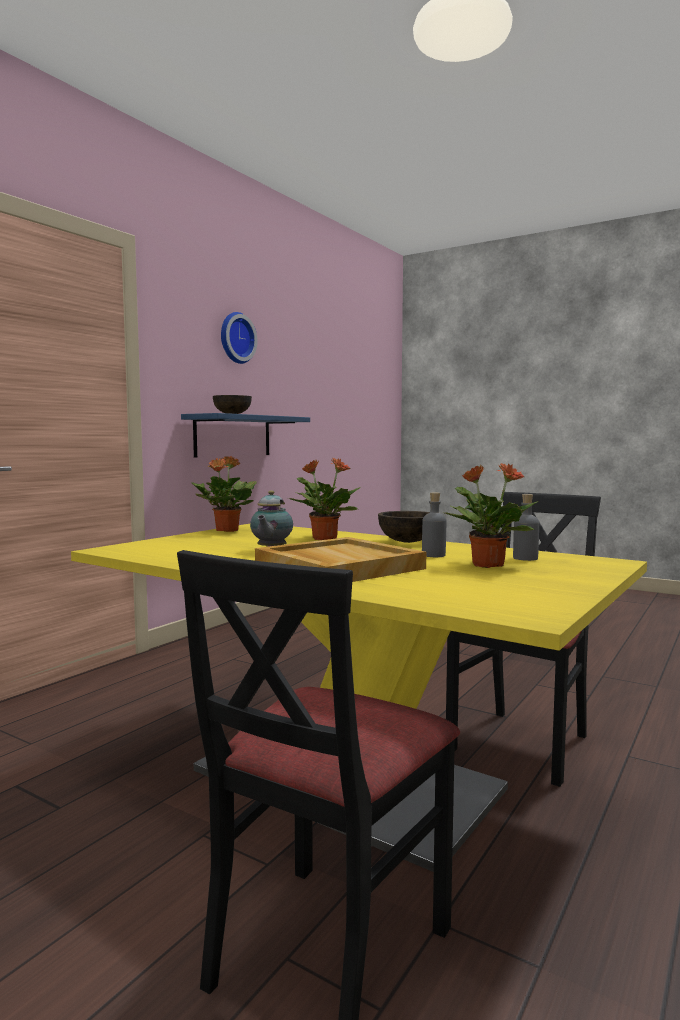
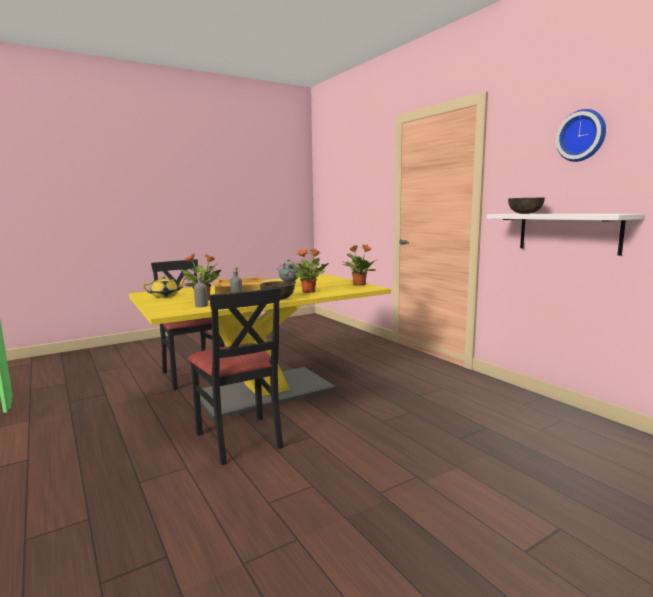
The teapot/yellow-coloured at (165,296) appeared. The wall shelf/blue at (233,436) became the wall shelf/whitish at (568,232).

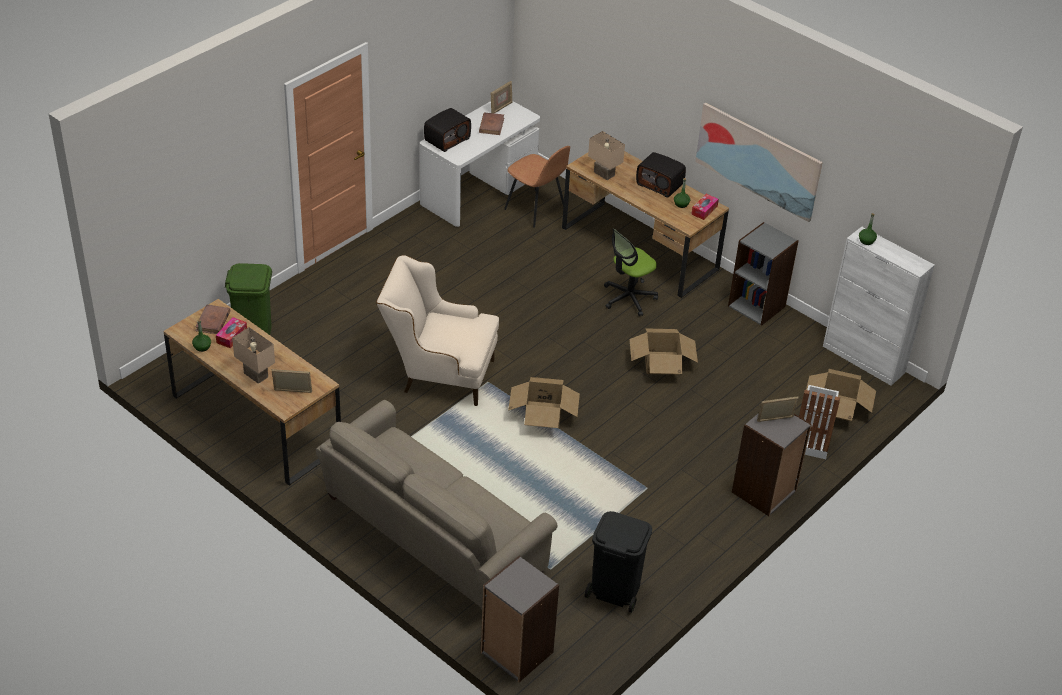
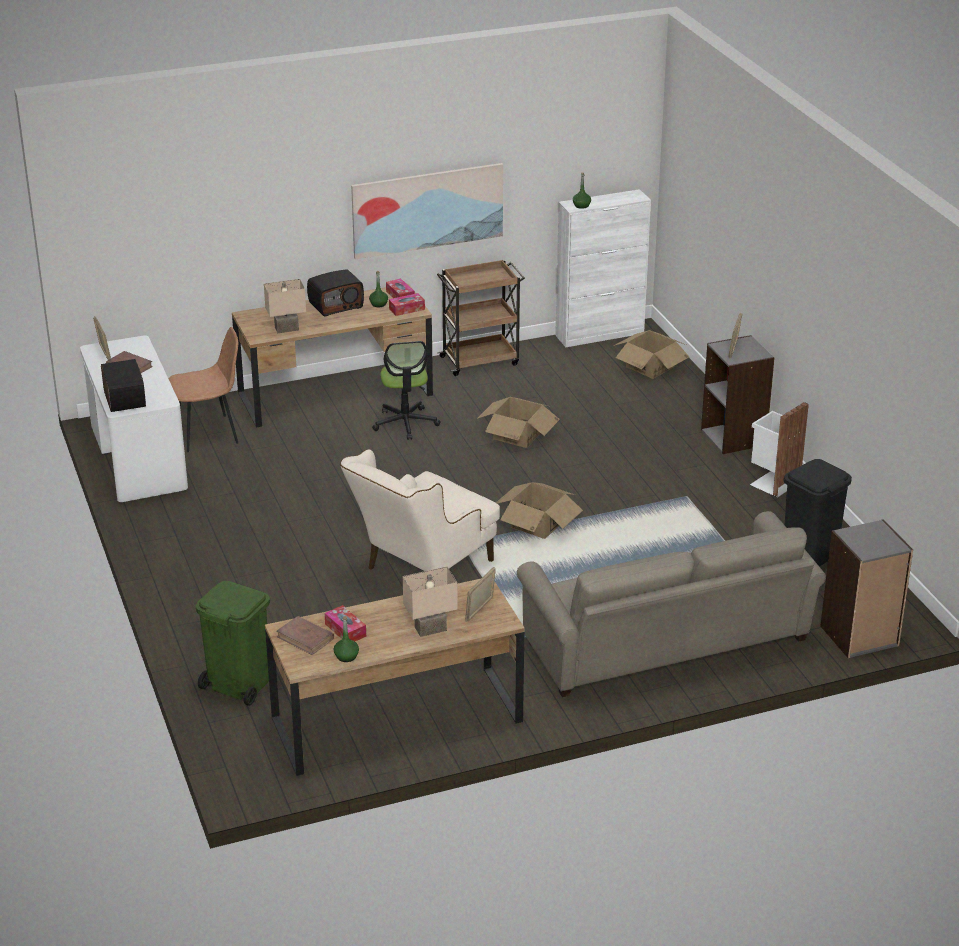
The tissue box at (407,309) appeared. The waste bin/whitish moved from (810,443) to (773,482). The bookcase/gray at (757,306) was replaced by the cart/brown-coloured at (480,360).

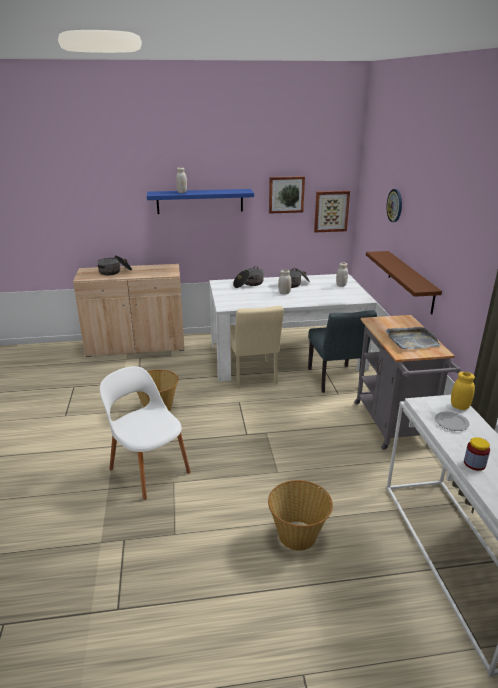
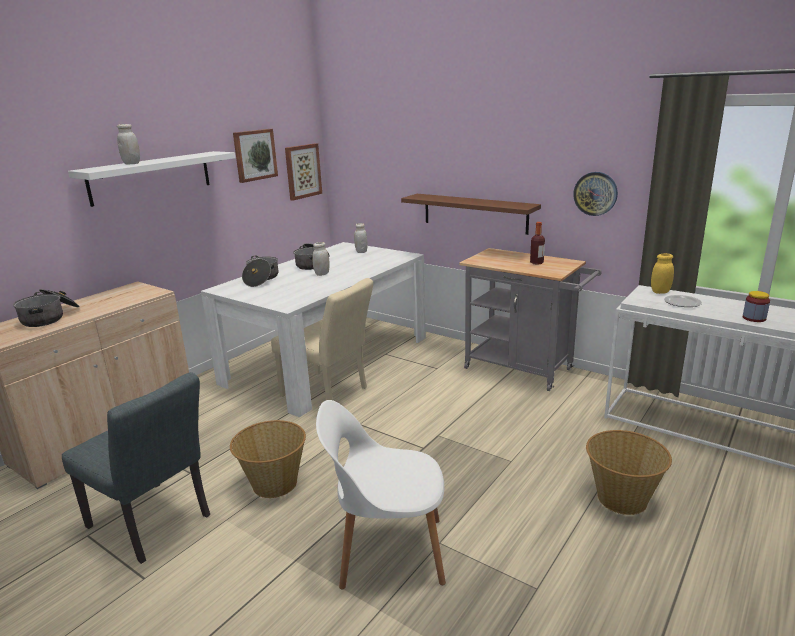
The upright chair/gray moved from (336,381) to (155,524). The clock on the wall moved from (395,205) to (595,193). The tray/gray at (411,340) was replaced by the drink bottle at (536,263). The wall shelf/blue at (200,201) became the wall shelf/whitish at (151,177).

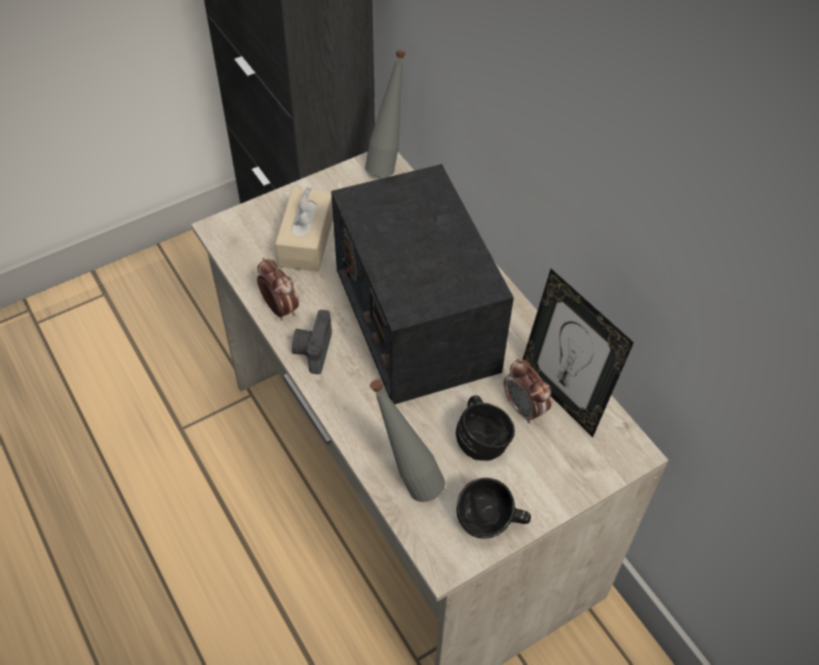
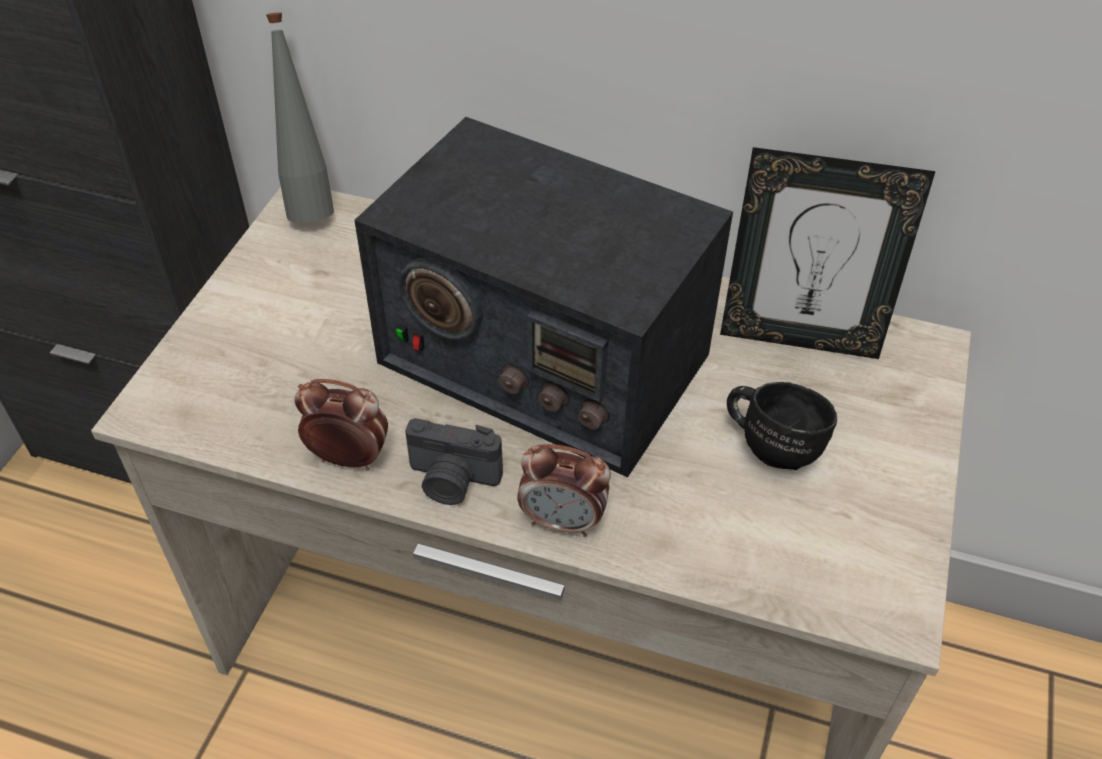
The tissue box/beige at (306,241) disappeared. The drink bottle/gray at (407,480) disappeared. The coffee mug/blackish at (490,525) disappeared. The bedside clock moved from (524,409) to (563,521). The still camera at (312,350) turned 45 degrees counterclockwise.

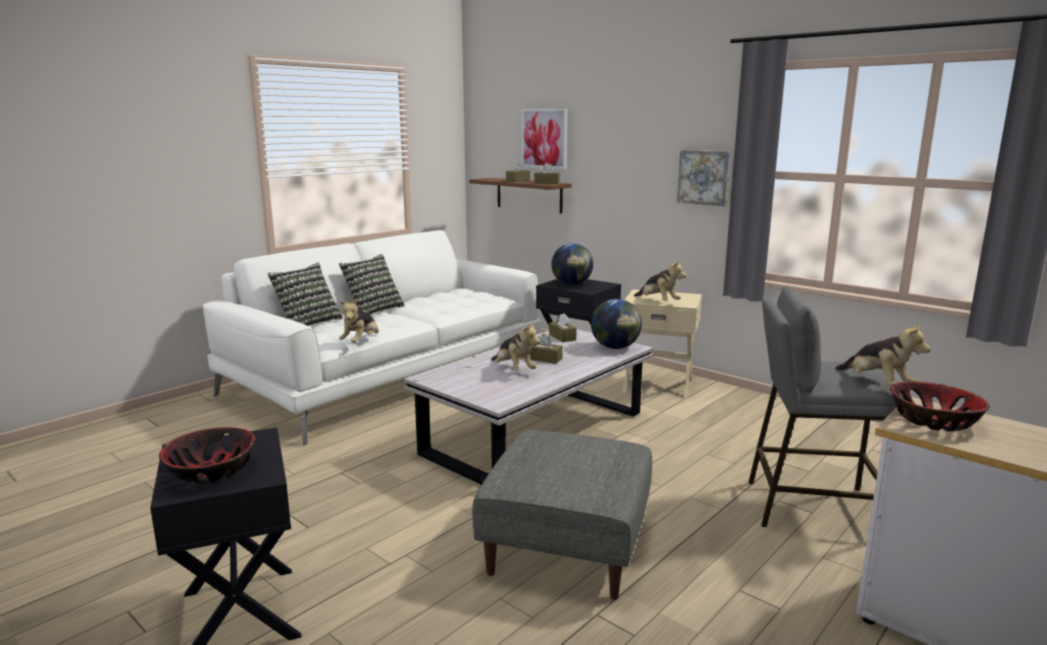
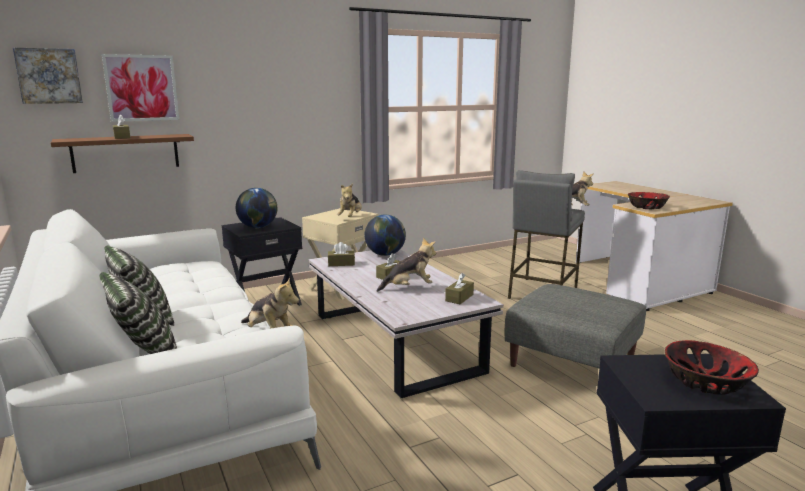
The tissue box/brown-coloured moved from (547,183) to (459,298). The wall art moved from (704,177) to (49,76). The cuddly toy at (658,302) turned 120 degrees clockwise.

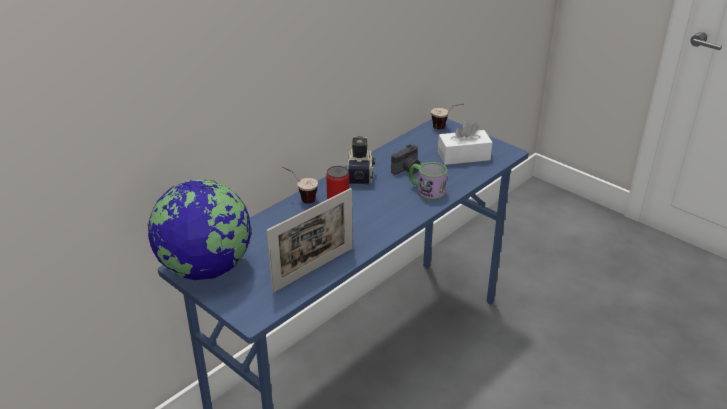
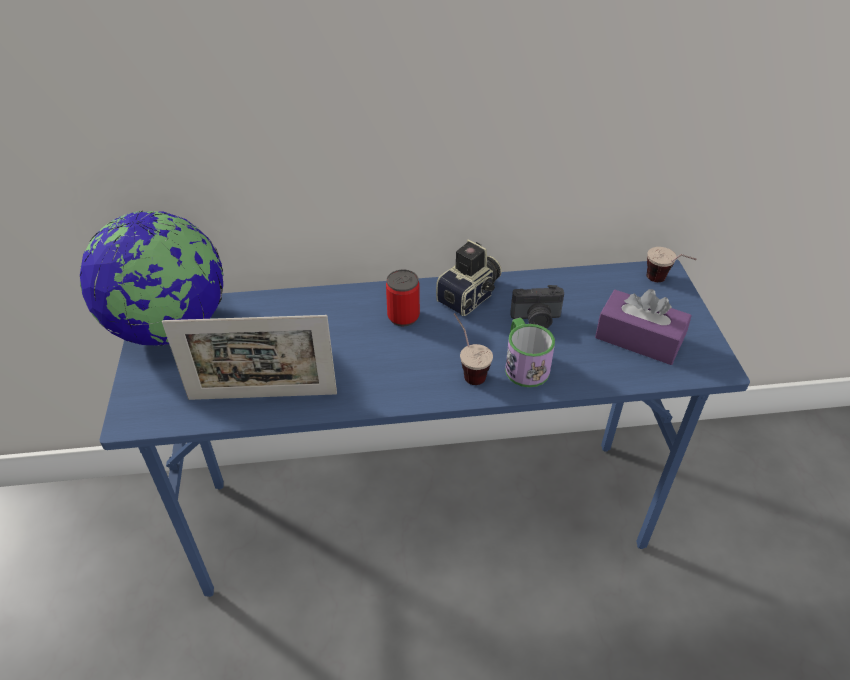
The drinking cup moved from (300,198) to (467,369). The tissue box/whitish at (463,156) became the tissue box/purple-coloured at (638,339).

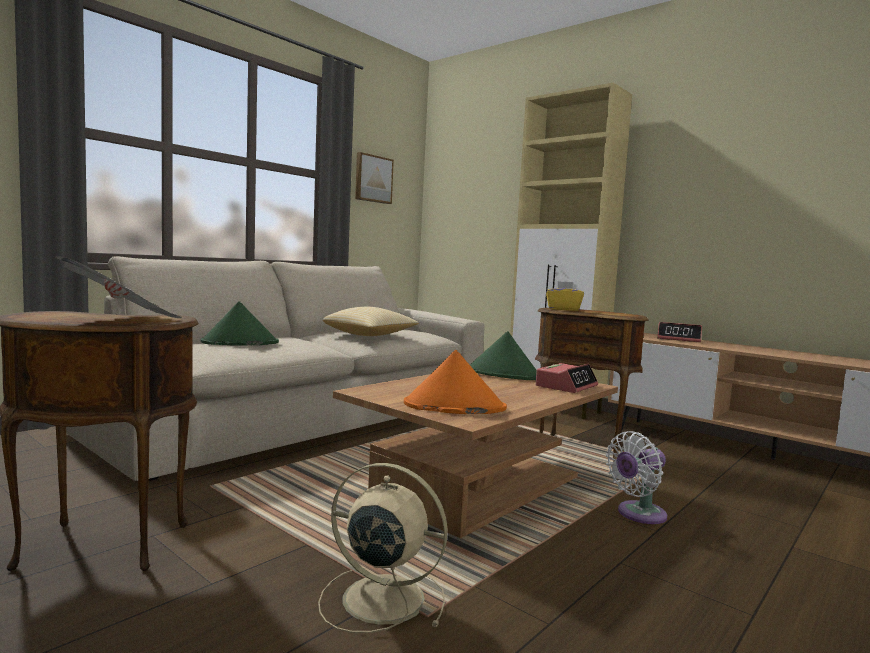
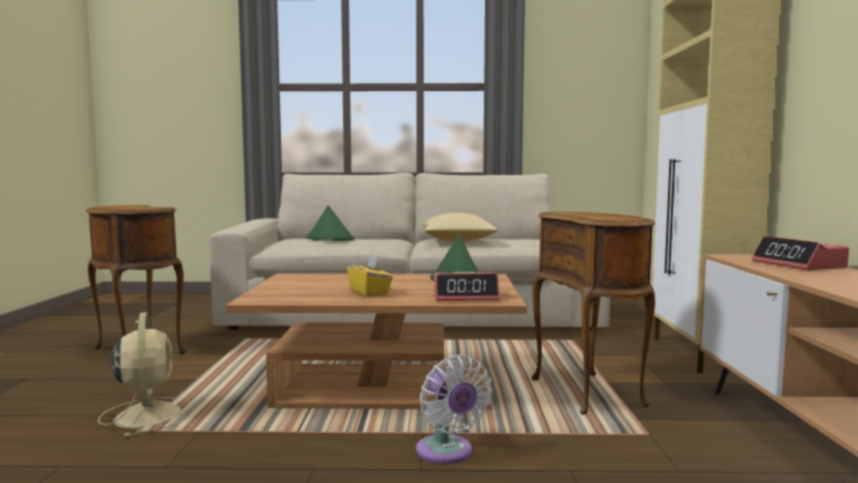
The newspaper at (122,319) disappeared. The wall art at (372,179) disappeared. The wearable hat/orange at (454,406) disappeared. The tissue box/yellow-coloured moved from (563,309) to (370,292). The fan/whitish at (638,514) turned 135 degrees counterclockwise.

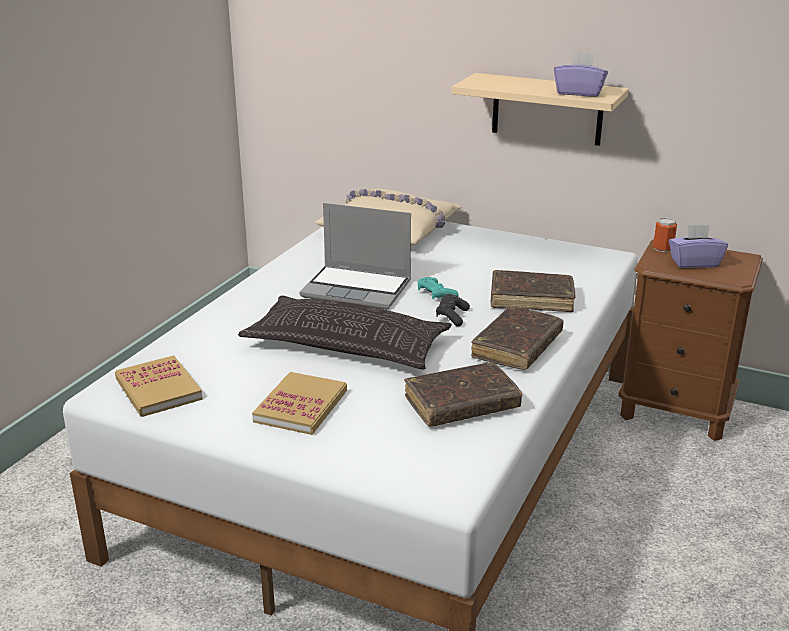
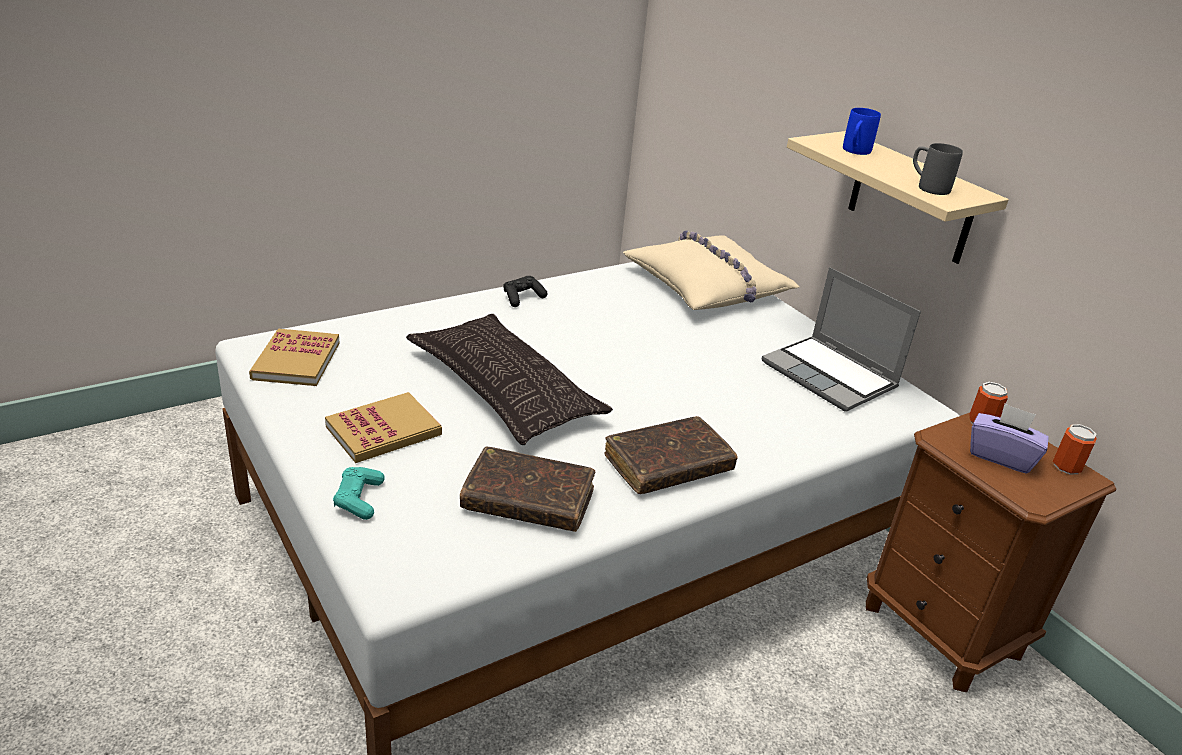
The book/brown-coloured at (531,299) disappeared. The coffee mug/blue at (855,152) appeared. The metal can at (1066,466) appeared. The portable computer moved from (358,289) to (831,376). The game controller/turquoise moved from (436,295) to (359,499). The game controller/blackish moved from (452,317) to (522,298). The tissue box/purple-coloured at (579,93) was replaced by the coffee mug/gray at (927,187).

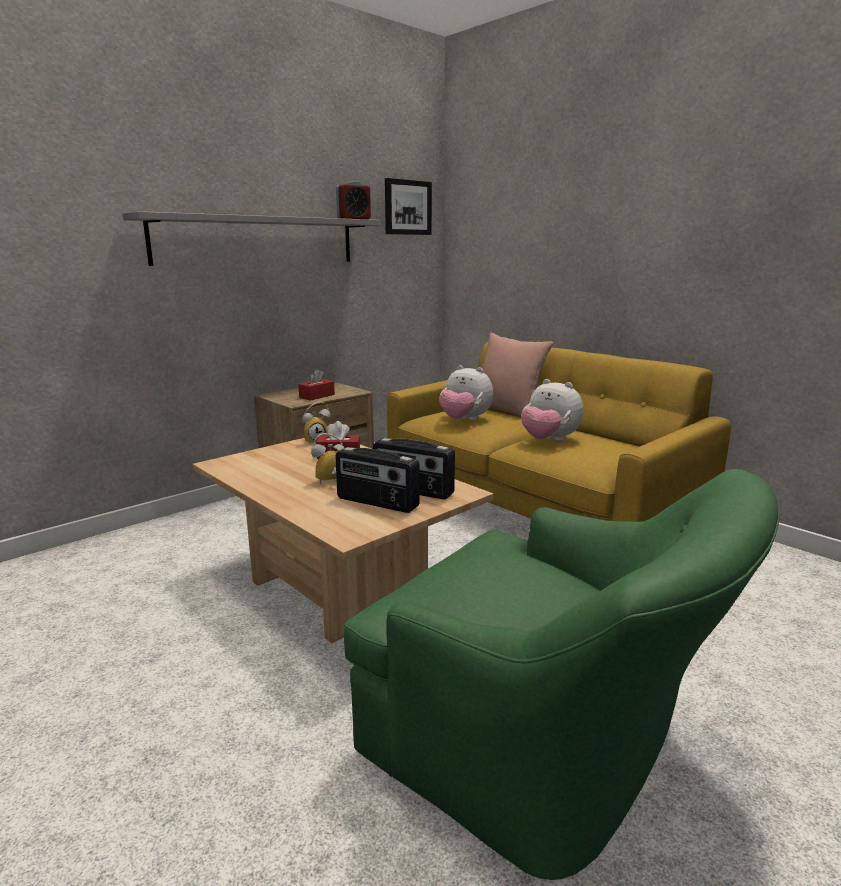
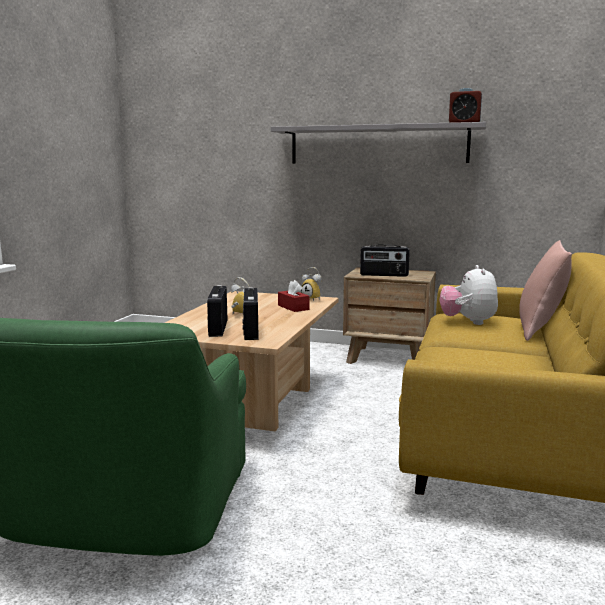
The wall art at (407,207) disappeared. The cuddly toy at (549,440) disappeared. The tissue box/red at (317,396) was replaced by the radio at (384,275).

